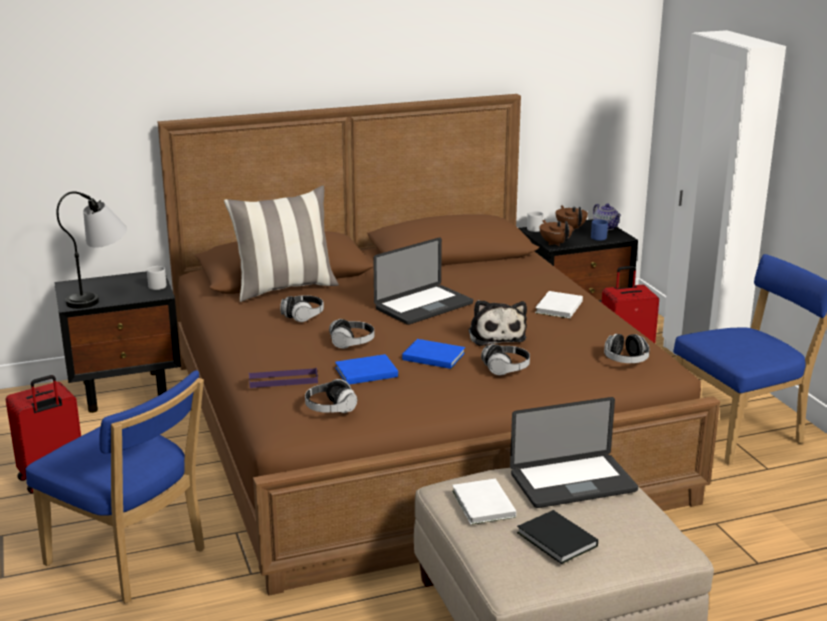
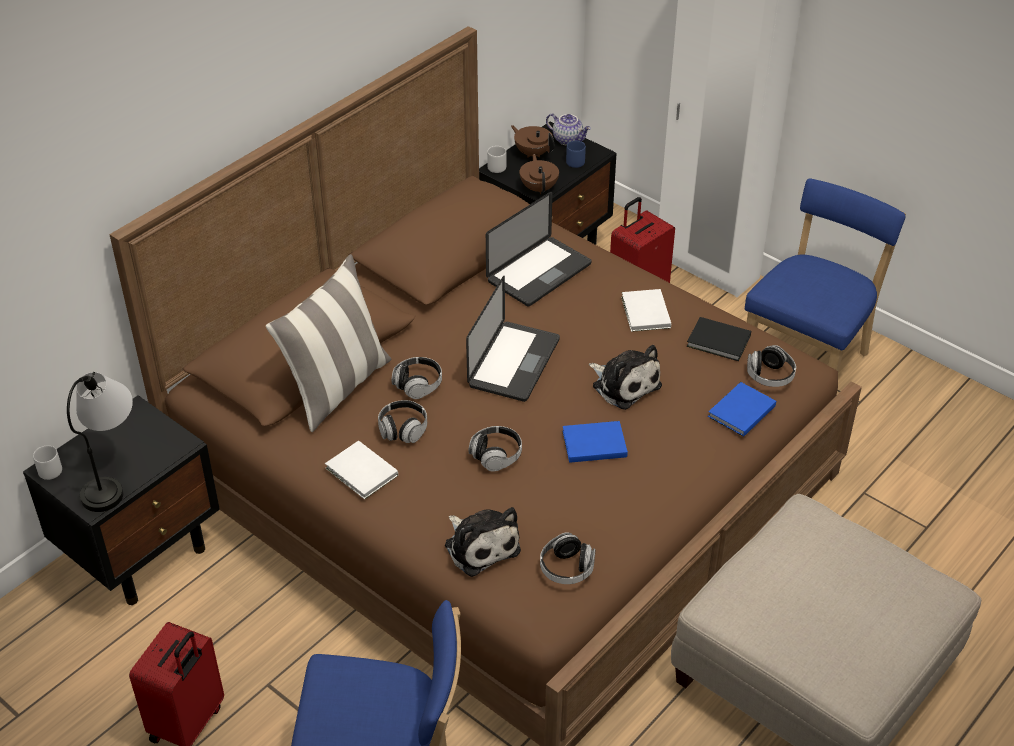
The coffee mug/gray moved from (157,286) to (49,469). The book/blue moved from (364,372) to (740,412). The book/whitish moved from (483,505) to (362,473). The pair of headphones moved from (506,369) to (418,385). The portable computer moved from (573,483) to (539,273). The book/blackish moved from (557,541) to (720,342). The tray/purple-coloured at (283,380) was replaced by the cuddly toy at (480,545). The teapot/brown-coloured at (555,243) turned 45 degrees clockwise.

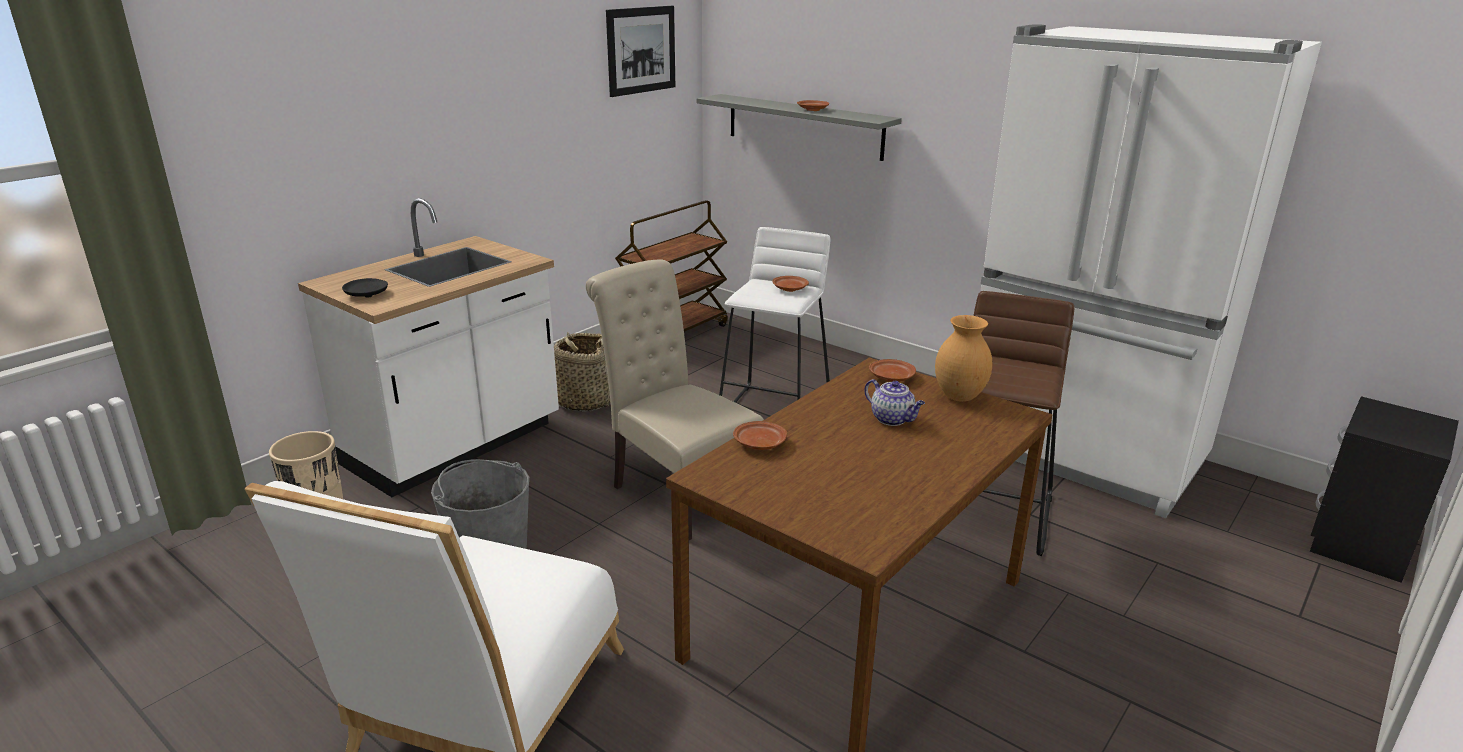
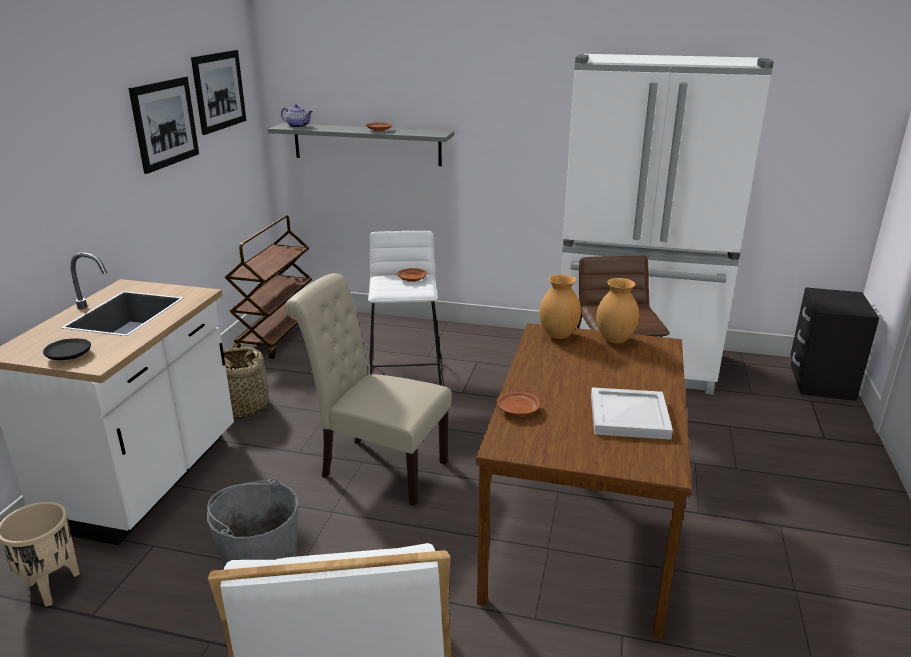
The wall art at (165,123) appeared. The tray/whitish at (627,416) appeared. The teapot moved from (893,419) to (298,126). The plate/brown-coloured at (891,377) was replaced by the flower vase/brown-coloured at (557,335).

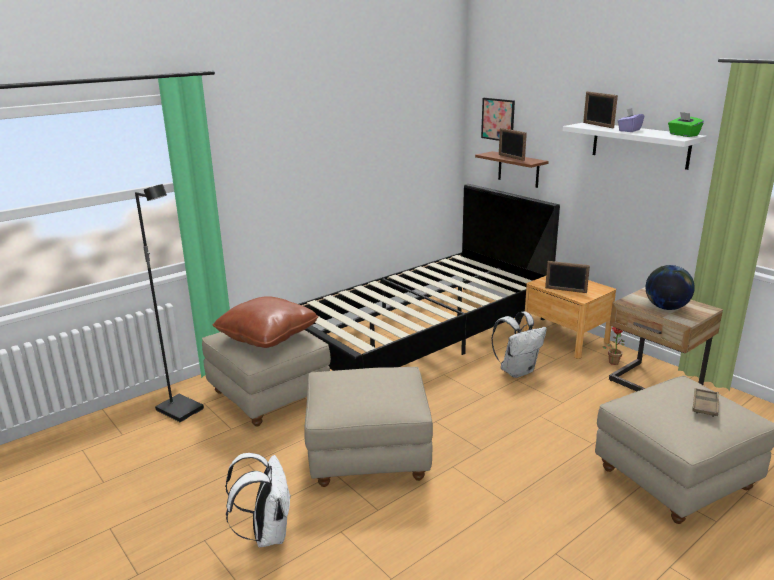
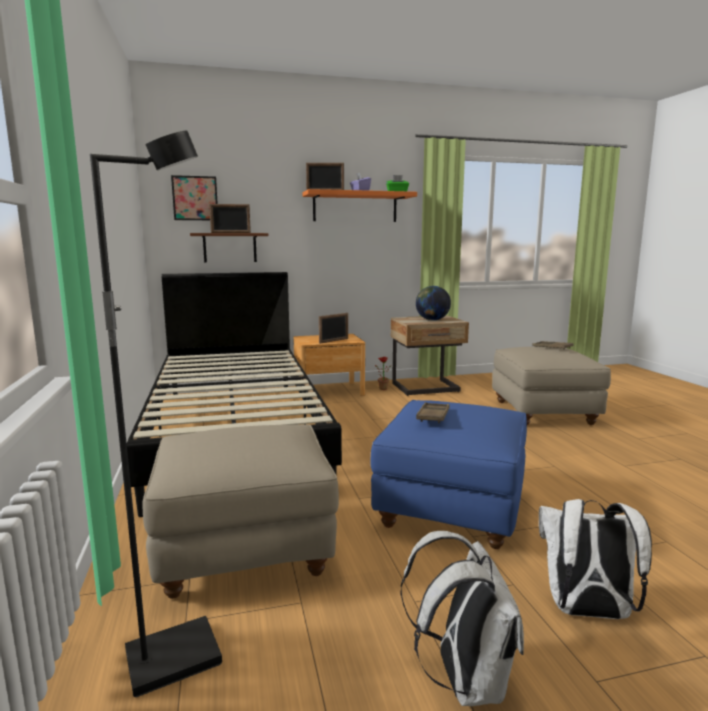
The throw pillow/brown-coloured at (267,335) disappeared. The tray/brown-coloured at (433,416) appeared. The knapsack/whitish moved from (517,371) to (464,679). The pouffe/beige at (368,457) became the pouffe/blue at (451,509). The wall shelf/whitish at (640,145) became the wall shelf/orange at (355,207).

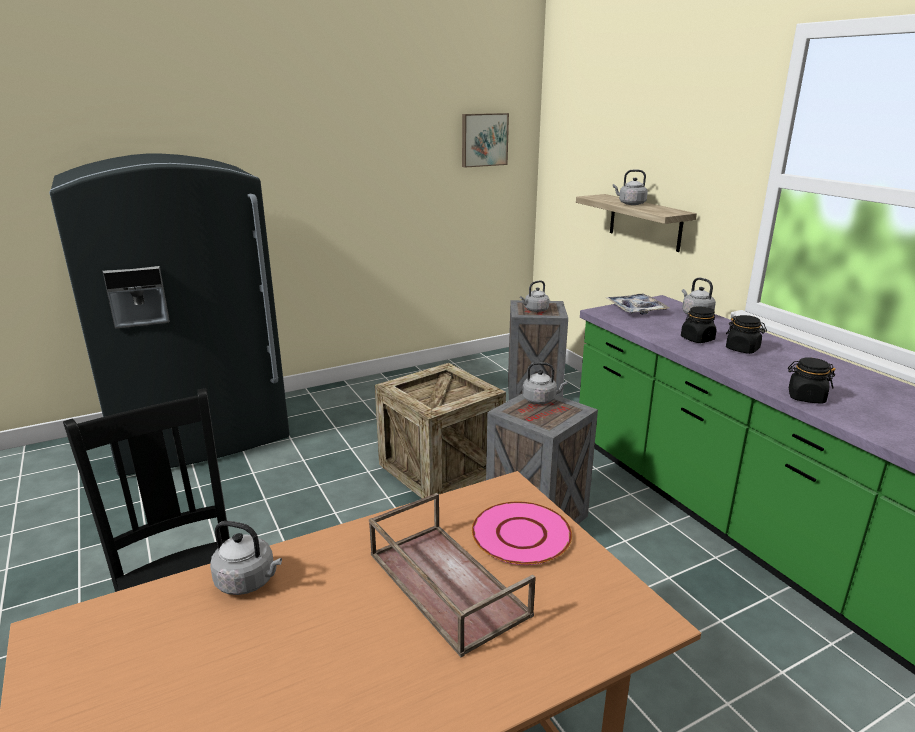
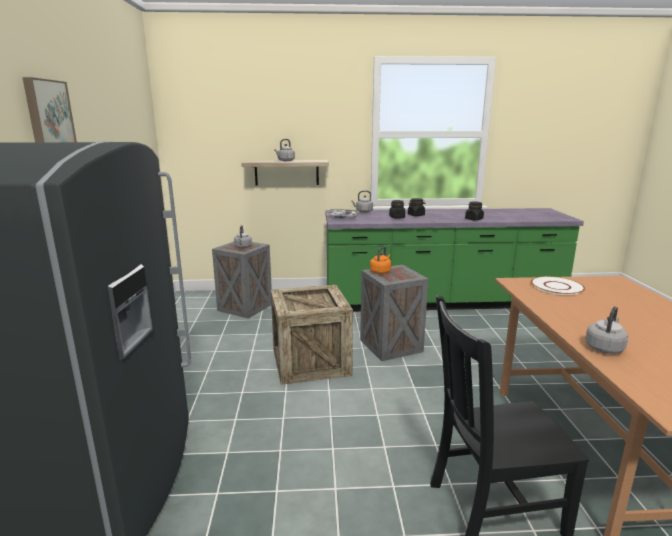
The tray/brown-coloured at (444,583) disappeared. The wall art moved from (483,139) to (48,114). The plate/pink at (521,535) became the plate/whitish at (557,287). The tea kettle/gray at (541,400) became the tea kettle/orange at (380,271).

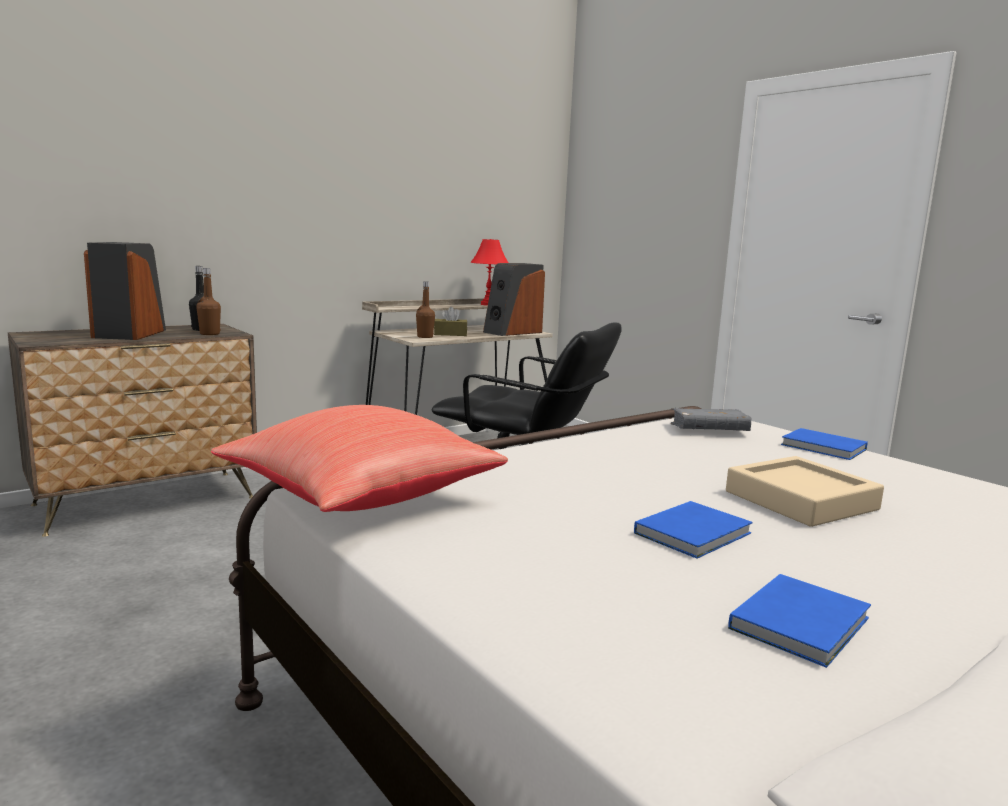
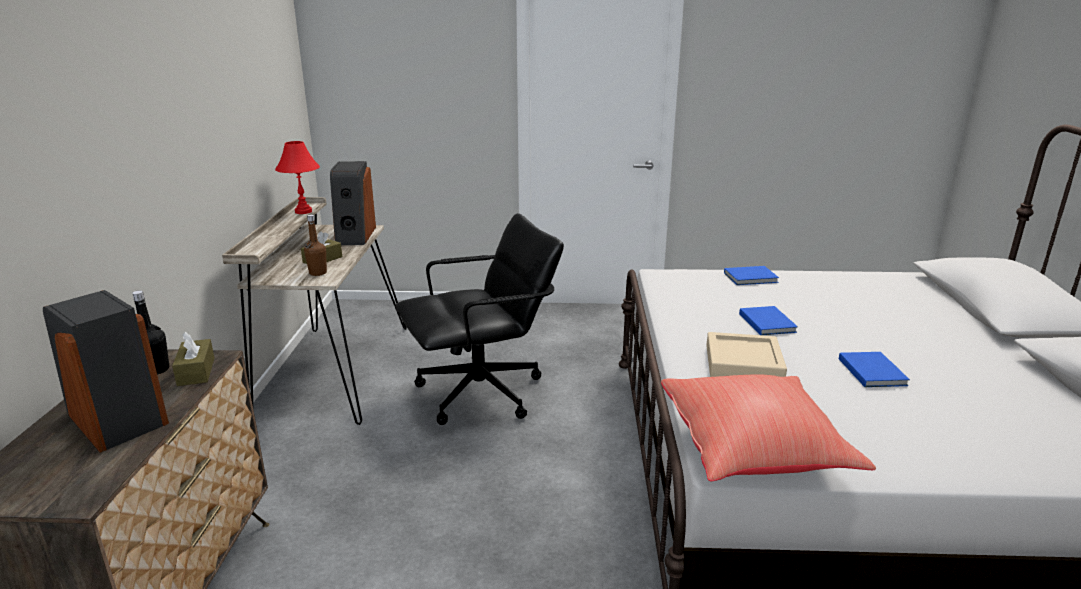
The book/gray at (709,430) disappeared. The tray/beige moved from (801,500) to (743,364). The book/blue moved from (803,622) to (767,322). The drink bottle/brown-coloured at (209,334) was replaced by the tissue box/brown-coloured at (196,371).

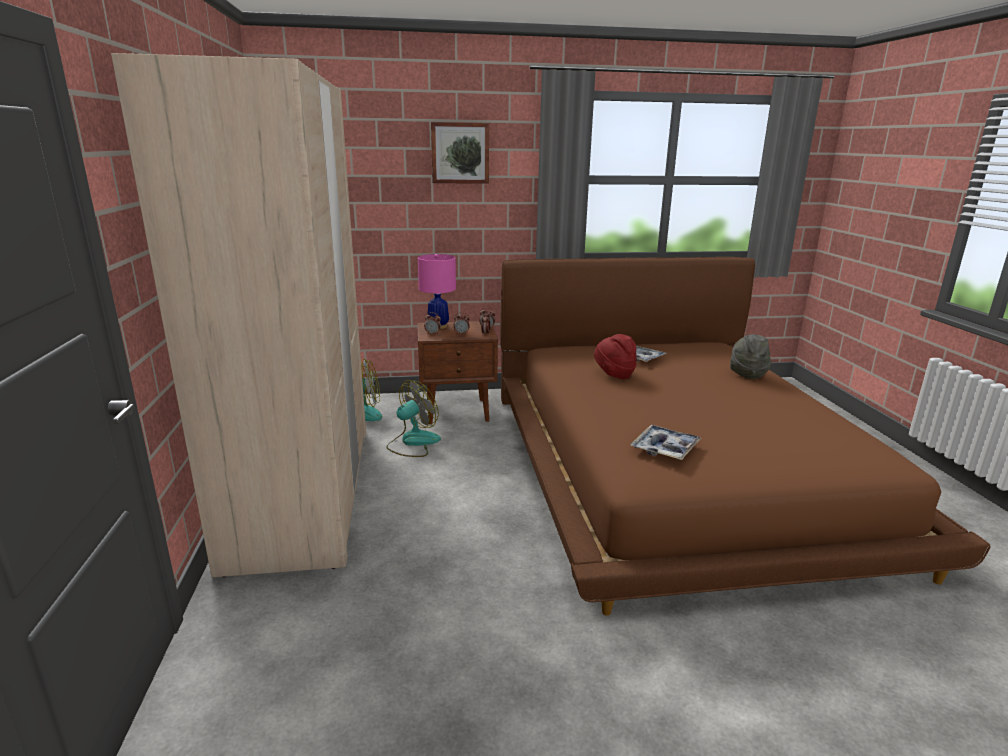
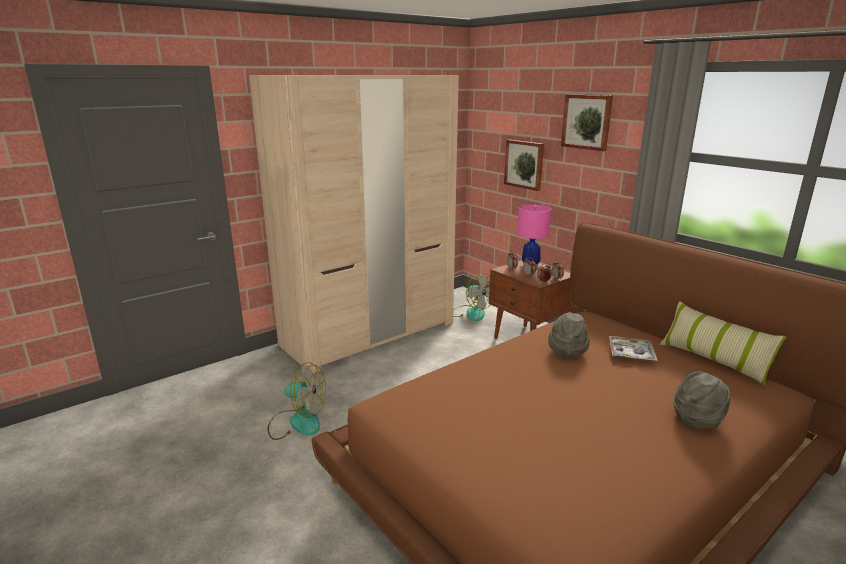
The tray at (665,448) disappeared. The wall art at (524,164) appeared. The throw pillow at (713,360) appeared. The fan moved from (413,442) to (297,422). The wearable hat/red at (614,374) became the wearable hat/gray at (567,351).

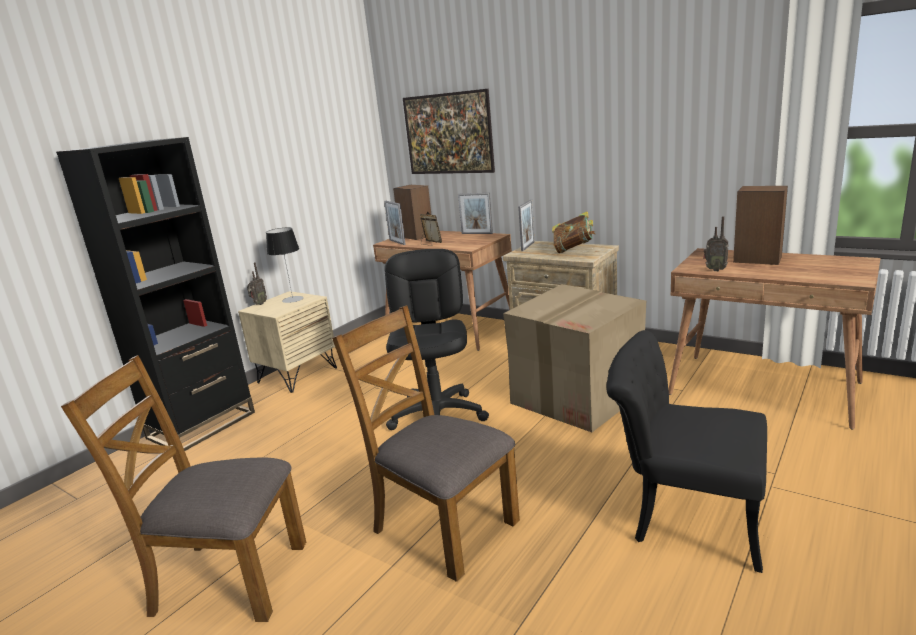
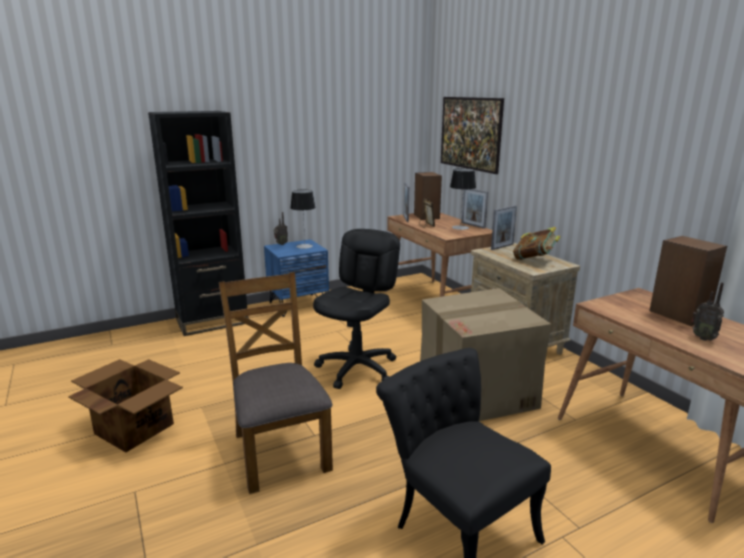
The table lamp at (460,227) appeared. The radio moved from (715,270) to (703,338). The upright chair/brown-coloured at (228,578) was replaced by the packing box at (134,428). The night table/beige at (297,375) became the night table/blue at (298,305).

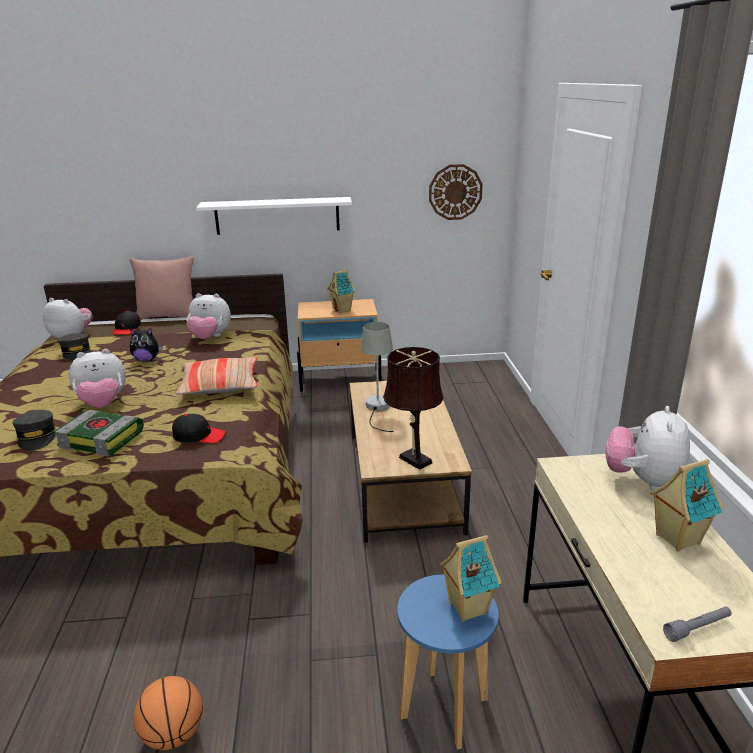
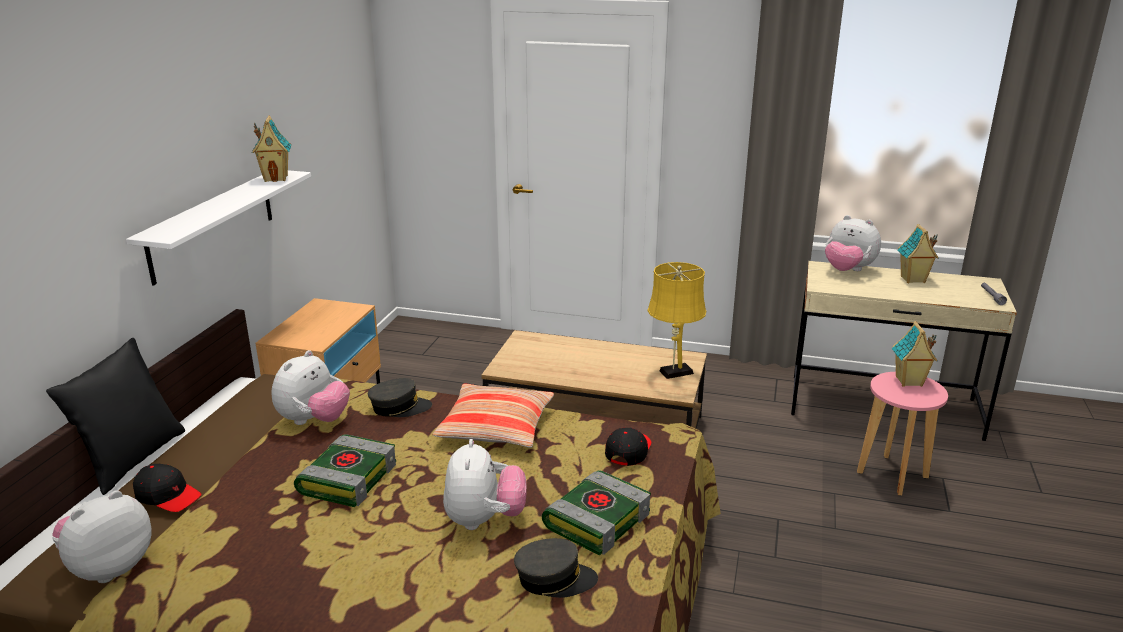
The basketball ball at (173,734) disappeared. The table lamp/gray at (377,408) disappeared. The clock on the wall at (455,192) disappeared. The baseball cap/gray moved from (77,352) to (399,407). The miniature house moved from (342,310) to (276,178). The cuddly toy at (147,360) was replaced by the book at (348,478). The throw pillow/pink at (168,317) became the throw pillow/blackish at (132,459). The table lamp/brown-coloured at (413,459) became the table lamp/yellow-coloured at (673,373). The stool/blue at (443,708) became the stool/pink at (892,475).

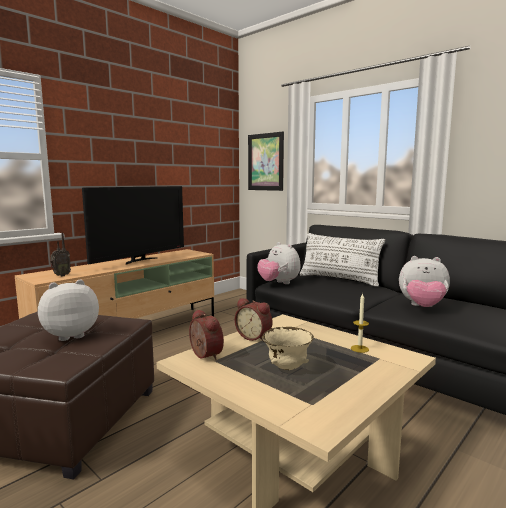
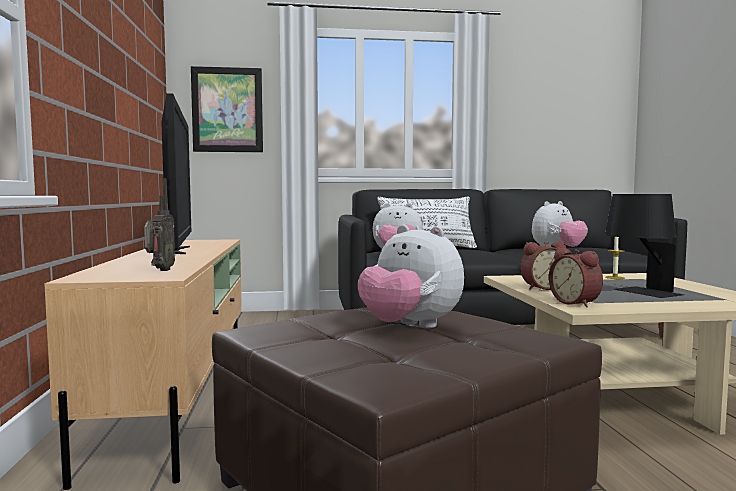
The serving bowl/beige at (287,368) was replaced by the table lamp/blackish at (640,293). The cuddly toy at (70,335) turned 60 degrees counterclockwise. The bedside clock at (203,355) turned 120 degrees counterclockwise.

